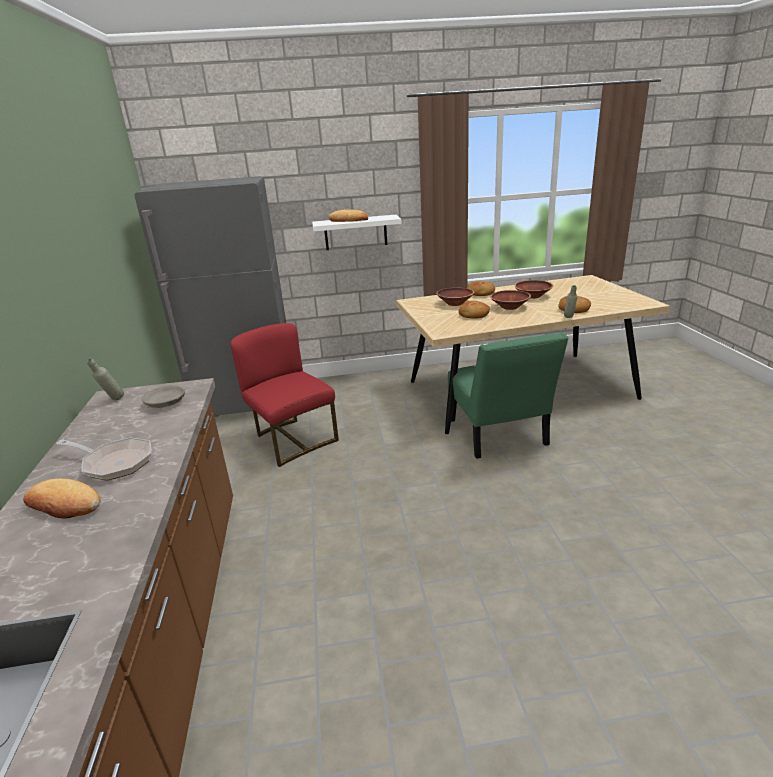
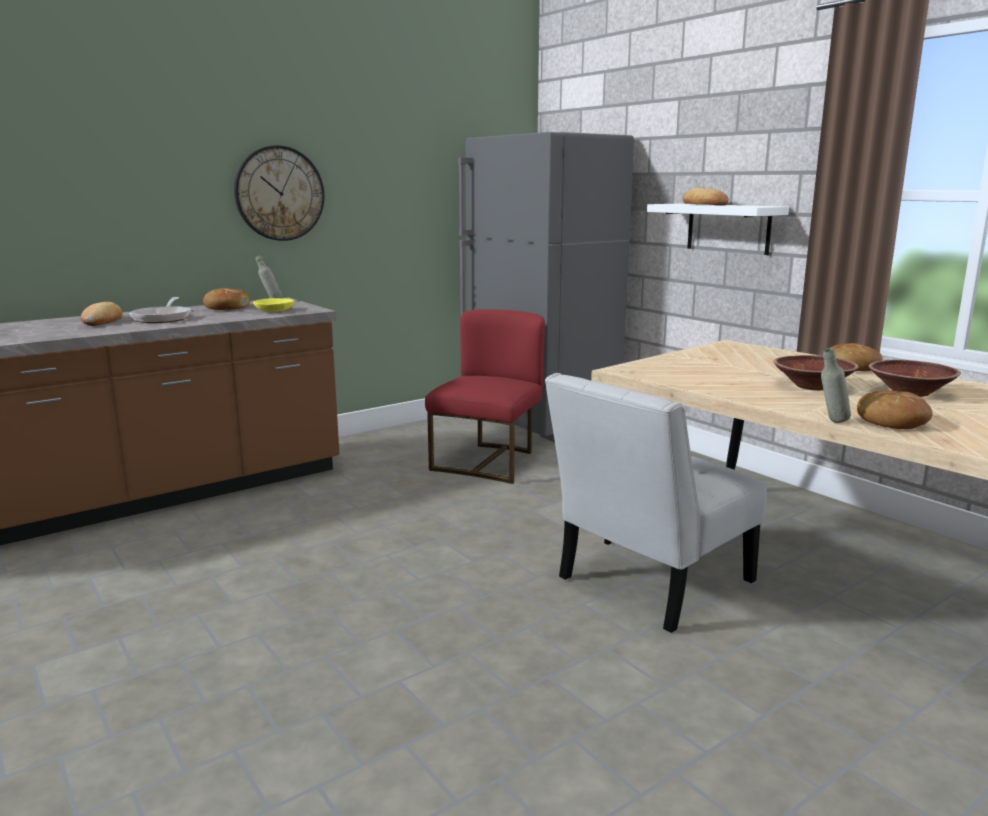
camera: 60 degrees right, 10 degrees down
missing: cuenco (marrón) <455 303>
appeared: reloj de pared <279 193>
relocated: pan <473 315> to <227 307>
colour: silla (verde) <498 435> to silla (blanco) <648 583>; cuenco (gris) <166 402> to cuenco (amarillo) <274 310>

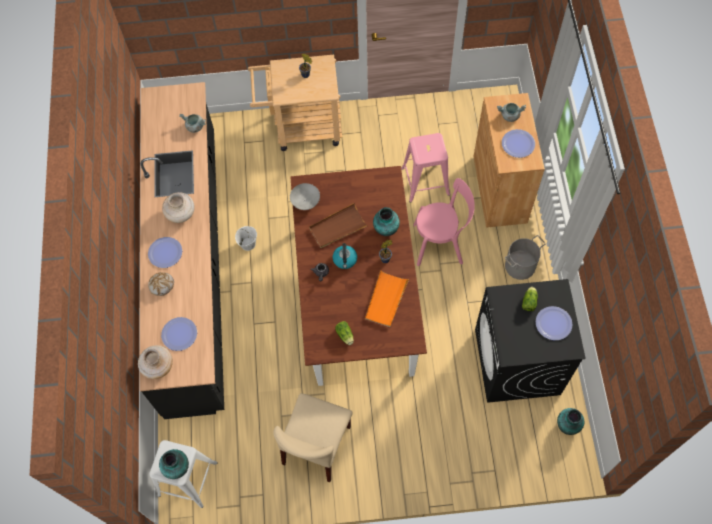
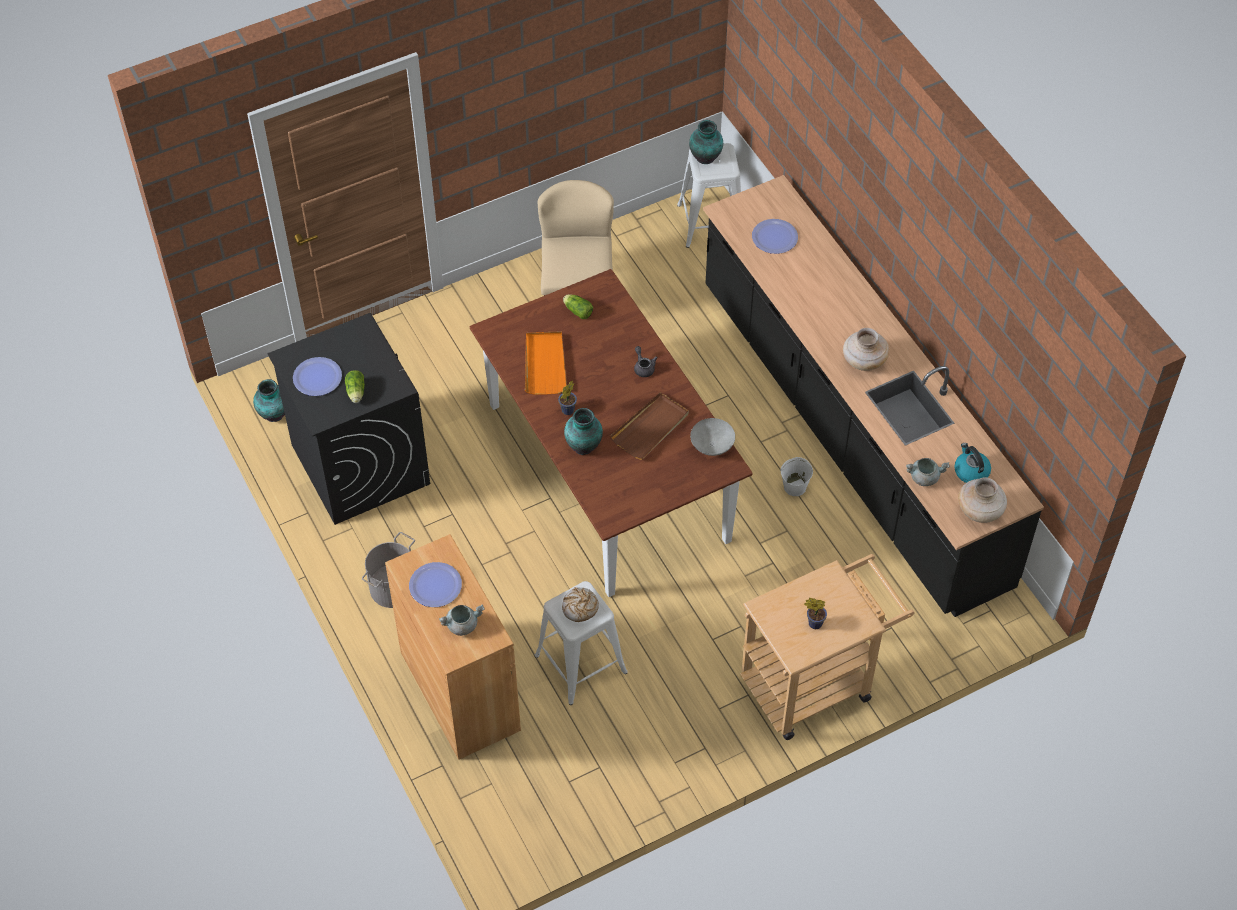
camera: 155 degrees right, 10 degrees down
missing: silla (rosa) <441 243>; plato <165 253>
relocated: hervidor <345 260> to <970 471>; pan <161 285> to <580 607>; florero (beis) <158 366> to <980 511>
colour: taburete (rosa) <425 181> to taburete (blanco) <580 663>

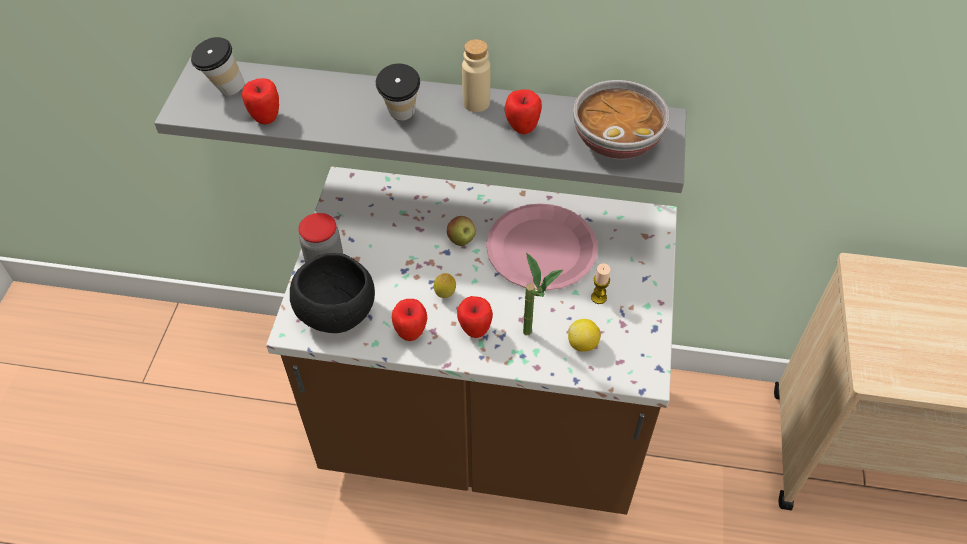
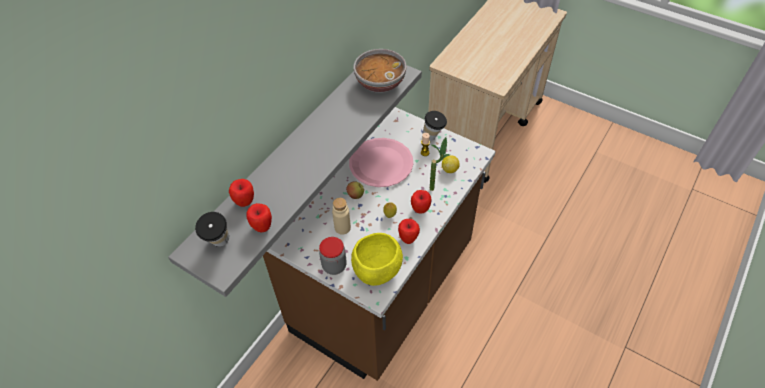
camera: 65 degrees left, 0 degrees up
relocated: botella (beis) <476 103> to <342 228>; taza <401 118> to <433 137>; manzana <522 129> to <245 202>
colour: cuenco (negro) <335 314> to cuenco (amarillo) <376 271>

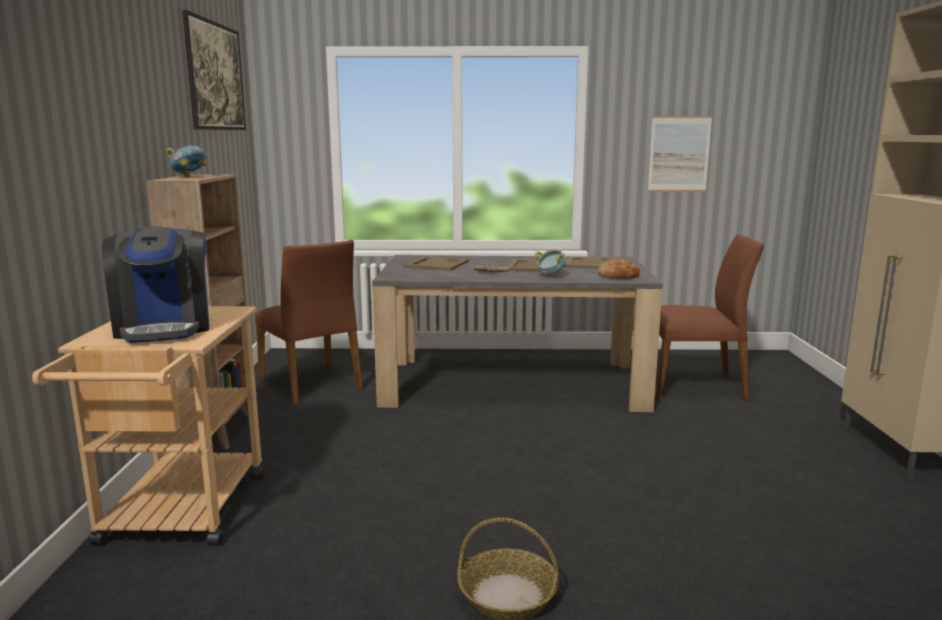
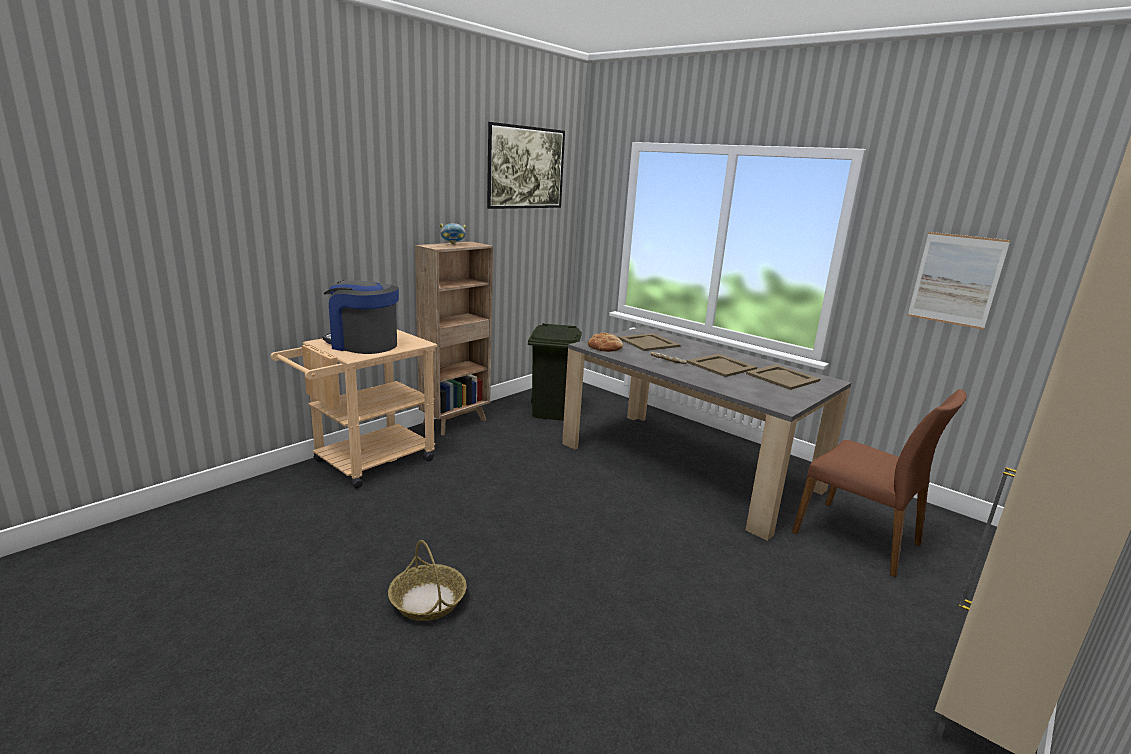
camera: 40 degrees right, 5 degrees up
missing: cuenco <550 276>
relocated: pan <618 275> to <605 347>
exchanged: silla (marrón) <312 384> to papelera (verde) <551 411>
spun: cafetera <164 328> = <363 344> 90 degrees clockwise

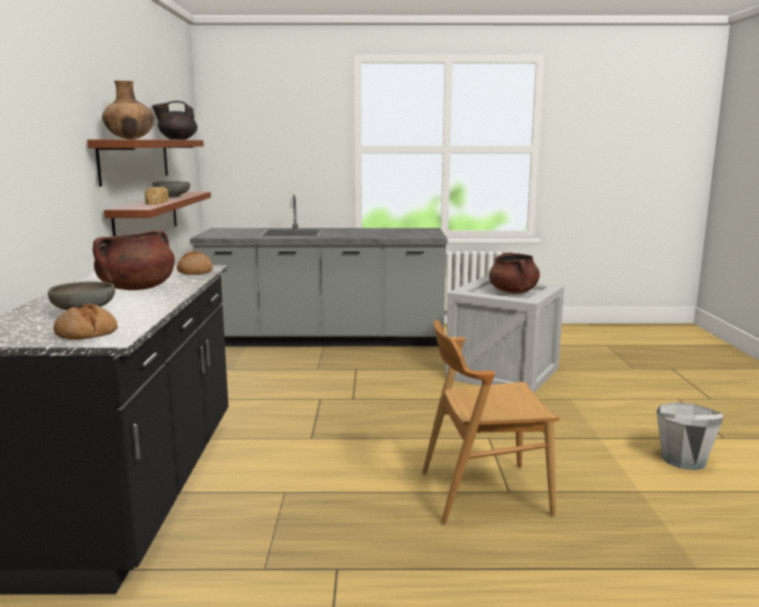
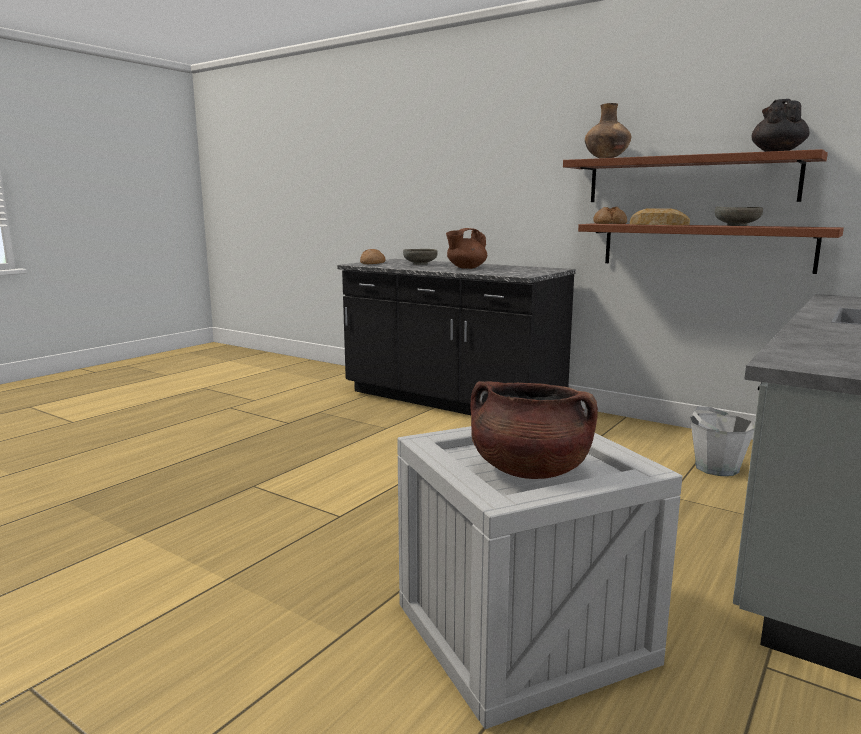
camera: 125 degrees right, 0 degrees up
missing: silla (marrón) <483 492>
relocated: pan <195 271> to <609 223>; cubo (gris) <684 460> to <716 468>
exchanged: olla (marrón) <137 288> to tetera (marrón) <466 268>

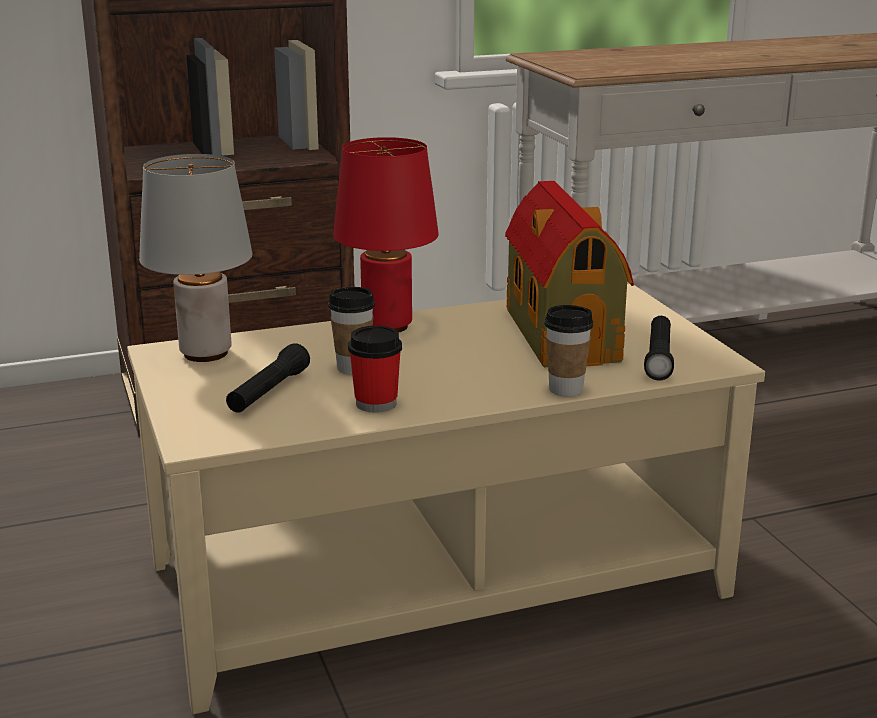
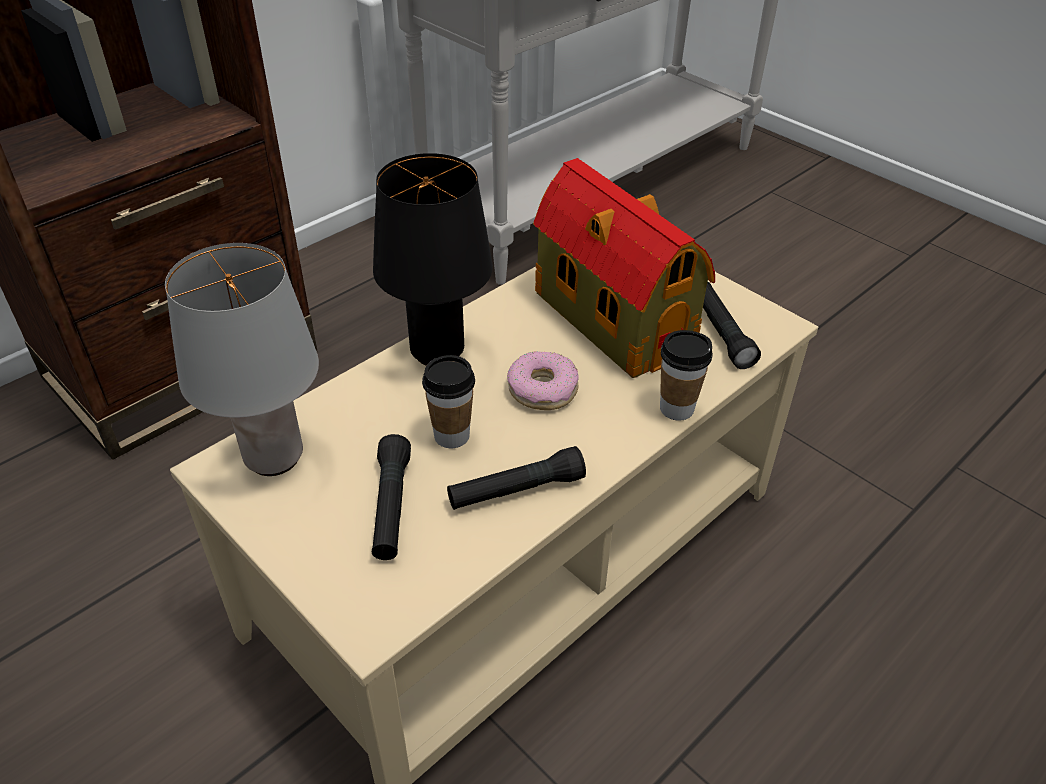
camera: 25 degrees left, 20 degrees up
appeared: rosquilla <543 389>
exchanged: taza <376 403> to linterna (negro) <516 490>
colour: lámpara de mesa (rojo) <388 326> to lámpara de mesa (negro) <439 352>

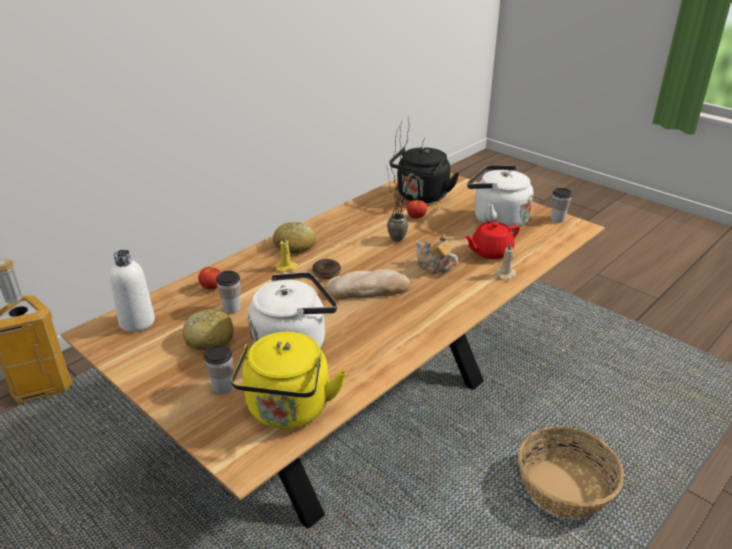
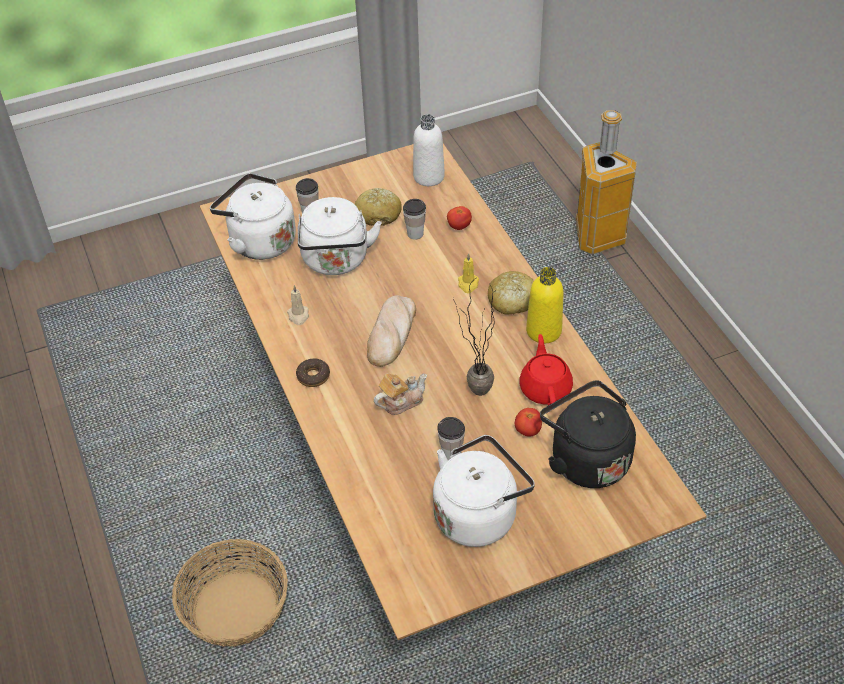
camera: 115 degrees right, 15 degrees up
appeared: botella (amarillo) <543 331>
relocated: taza <557 219> to <451 454>; tetera (rojo) <490 252> to <545 388>; vela (beis) <506 274> to <298 316>; rosquilla <326 273> to <313 376>
colour: hervidor (amarillo) <288 411> to hervidor (blanco) <259 241>

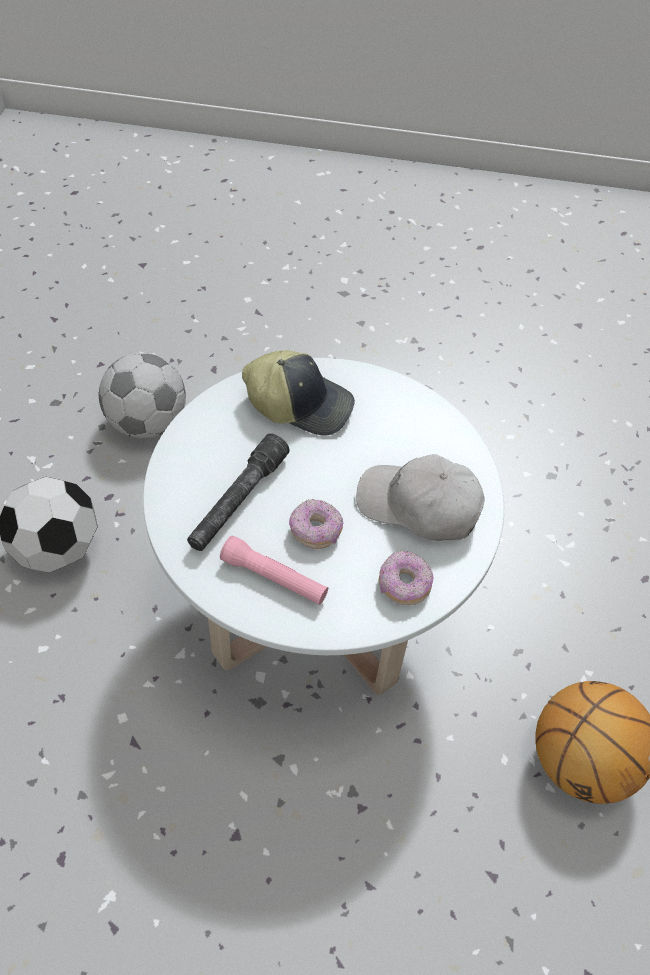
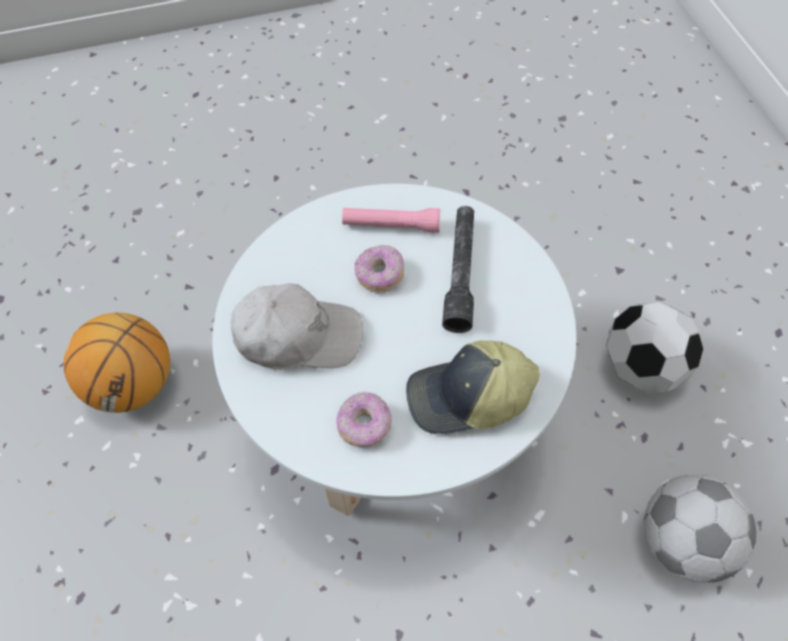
camera: 160 degrees right, 5 degrees up
relocated: rosquilla <404 585> to <364 425>

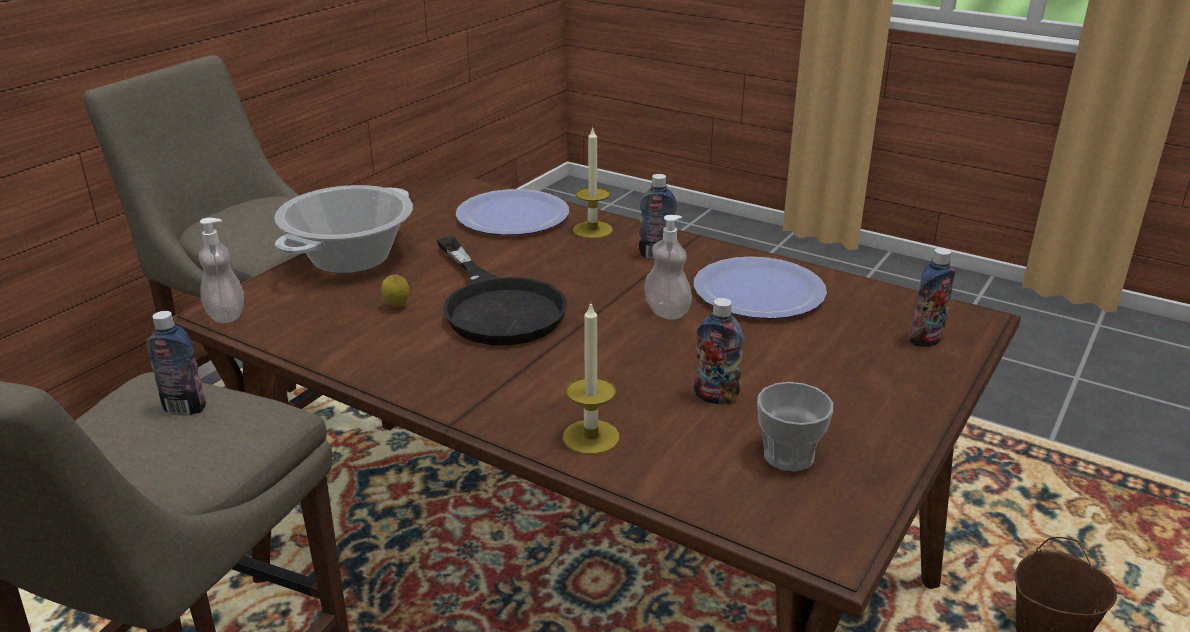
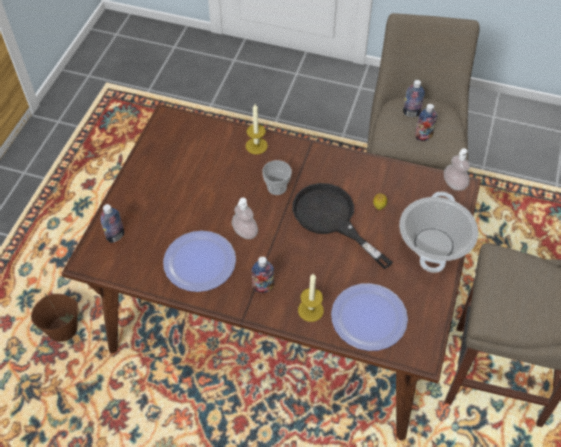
camera: 165 degrees right, 25 degrees up
relocated: botella <715 397> to <411 113>; taza <788 456> to <277 187>

